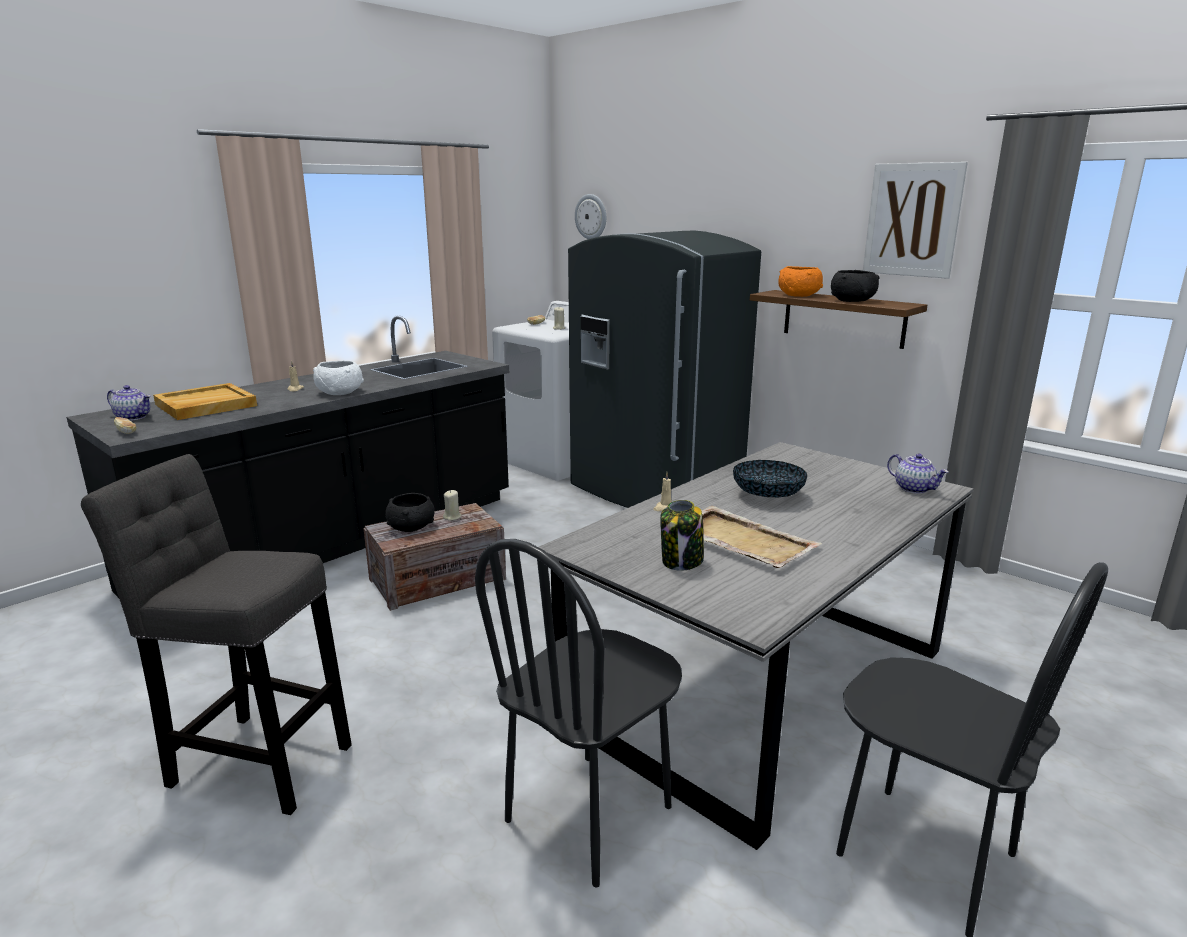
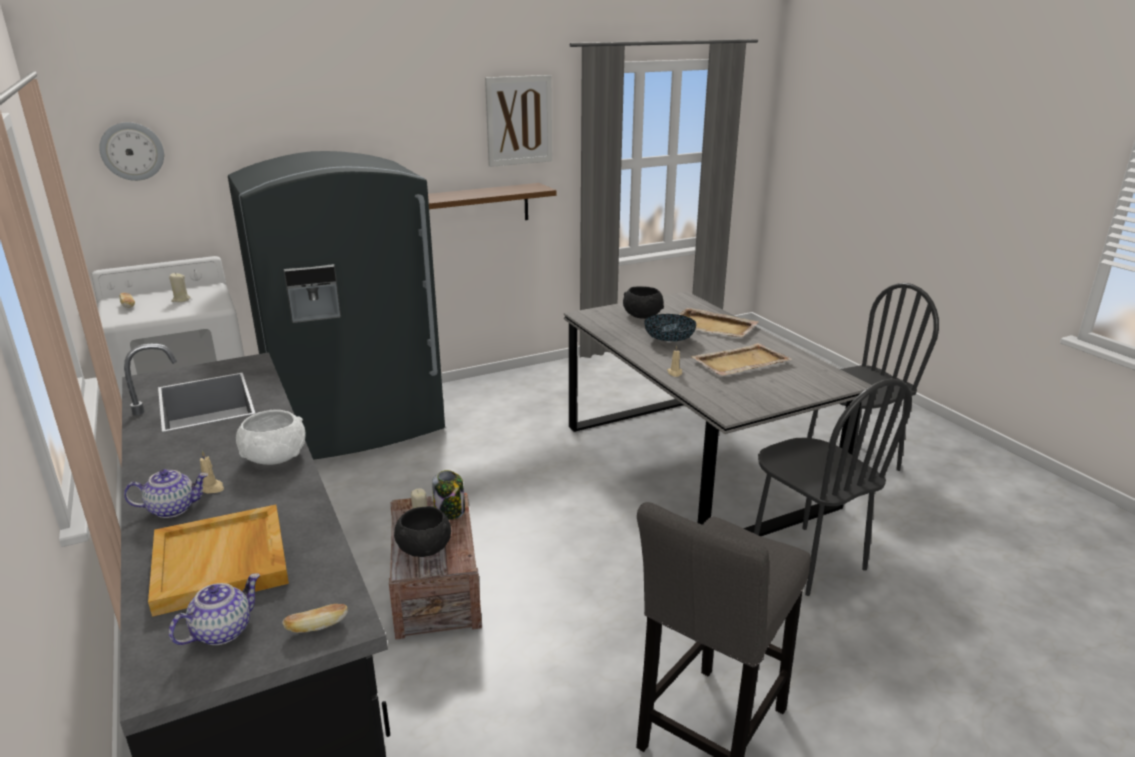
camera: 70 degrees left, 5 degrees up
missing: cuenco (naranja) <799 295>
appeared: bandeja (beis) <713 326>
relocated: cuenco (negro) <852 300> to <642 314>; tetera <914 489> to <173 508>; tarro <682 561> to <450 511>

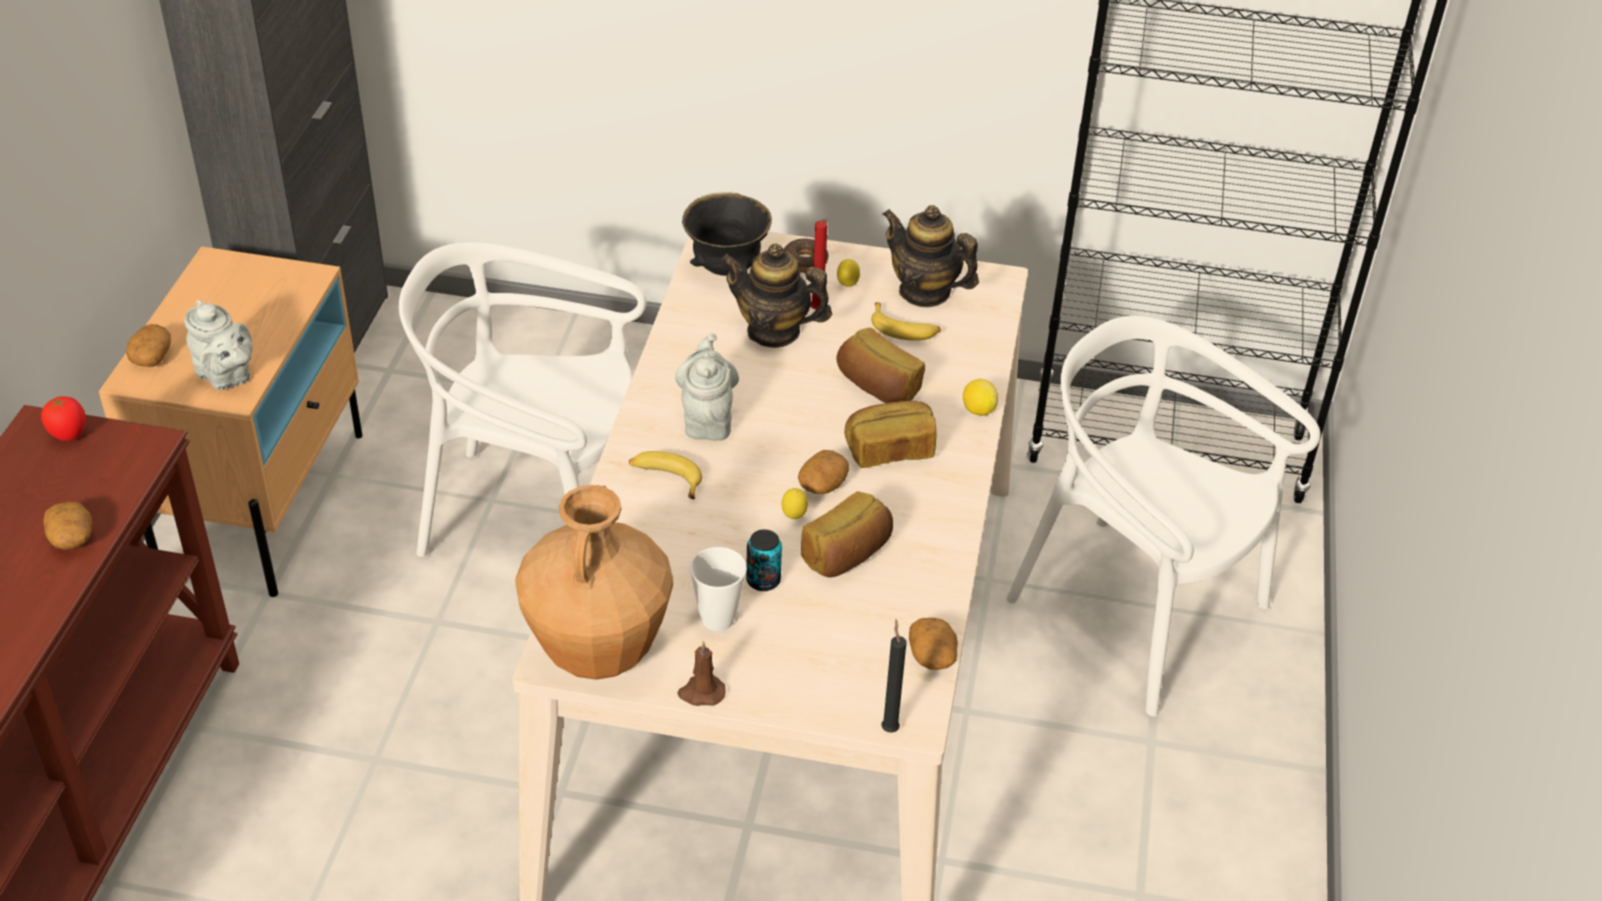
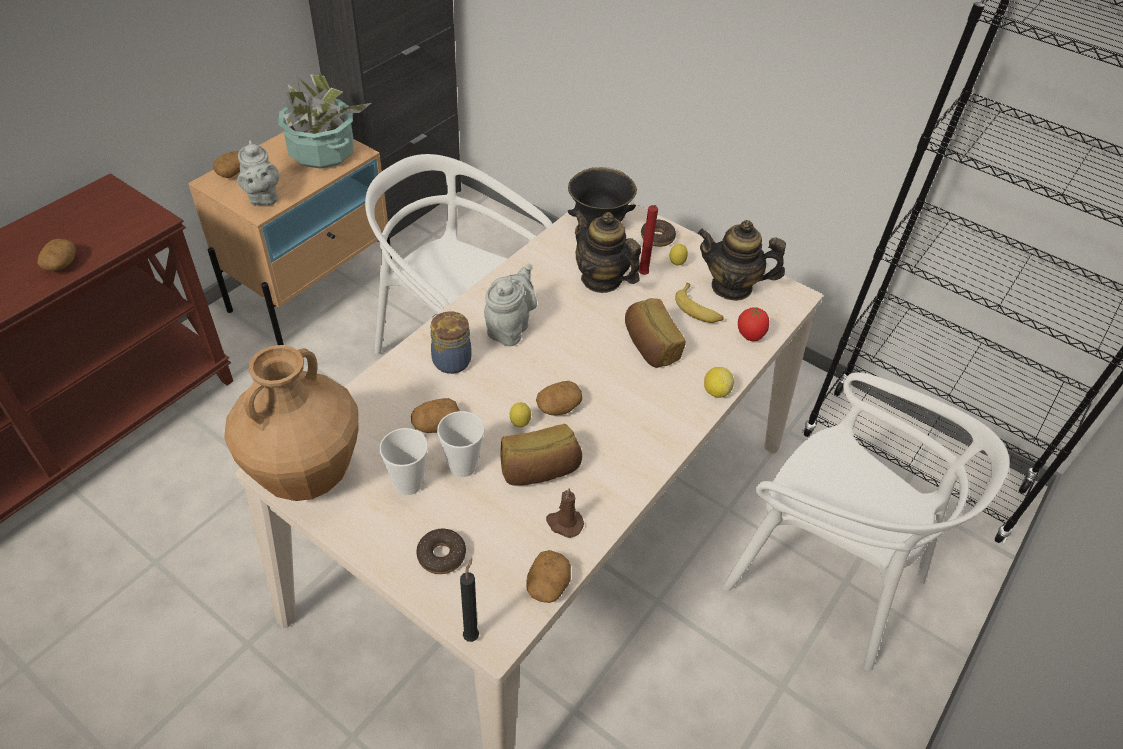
camera: 25 degrees right, 5 degrees up
missing: pan <890 450>
appeared: planta en maceta <322 152>; patata <436 424>; rosquilla <441 555>
relocated: tomate <69 435> to <750 336>; vela (marrón) <701 693> to <564 523>
exchanged: plátano <665 478> to tarro <450 360>; lata <763 580> to taza <463 466>
spun: tetera <925 292> = <732 287> 45 degrees counterclockwise; silla (blanco) <1135 611> = <824 576> 150 degrees clockwise

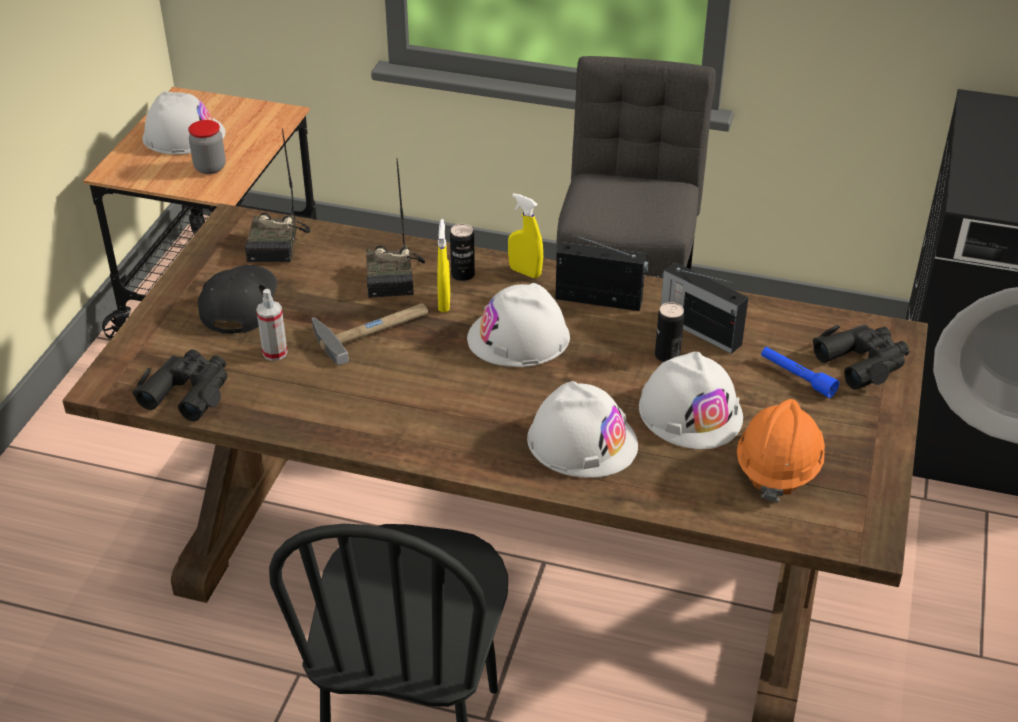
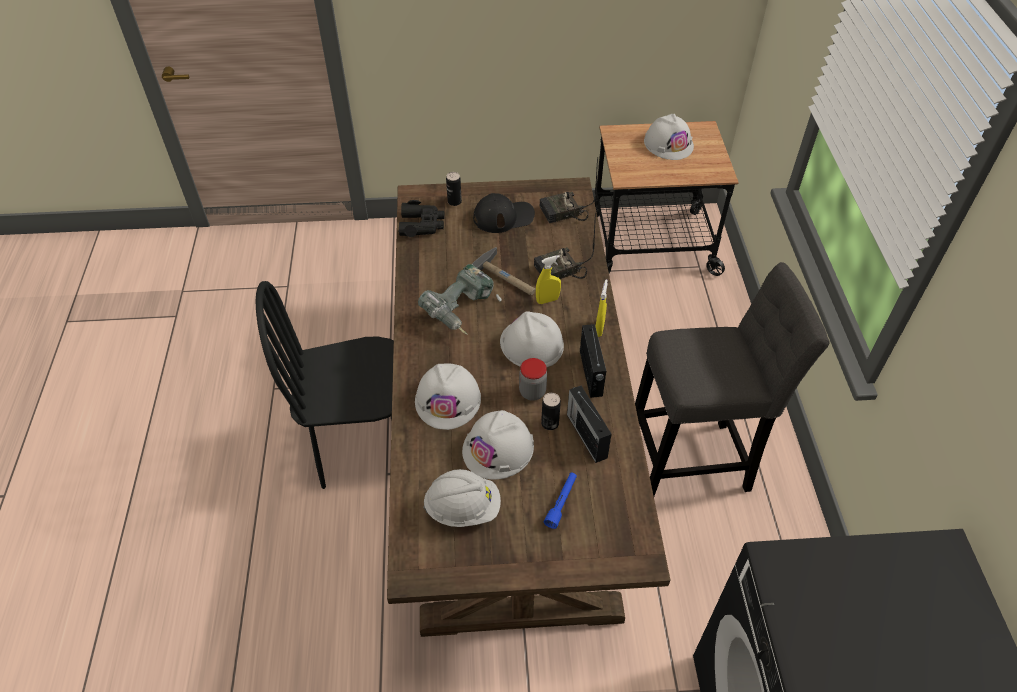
camera: 70 degrees right, 10 degrees up
missing: pulverizador <275 353>; prismáticos (negro) <862 361>
appeared: taladro <462 311>
relocated: tarro <210 167> to <532 392>; lata <463 275> to <454 201>
colour: casco (naranja) <778 467> to casco (blanco) <463 508>
spun: radio <699 330> = <586 435> 45 degrees counterclockwise

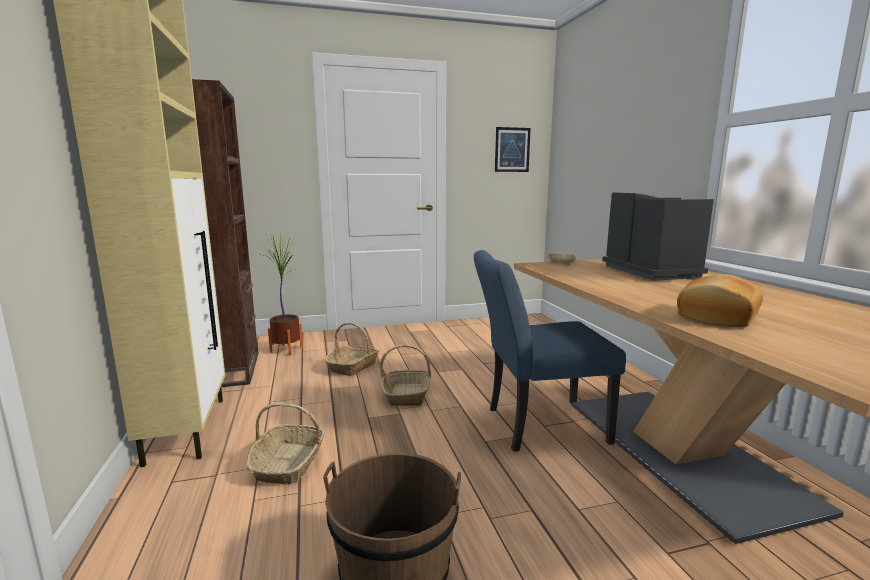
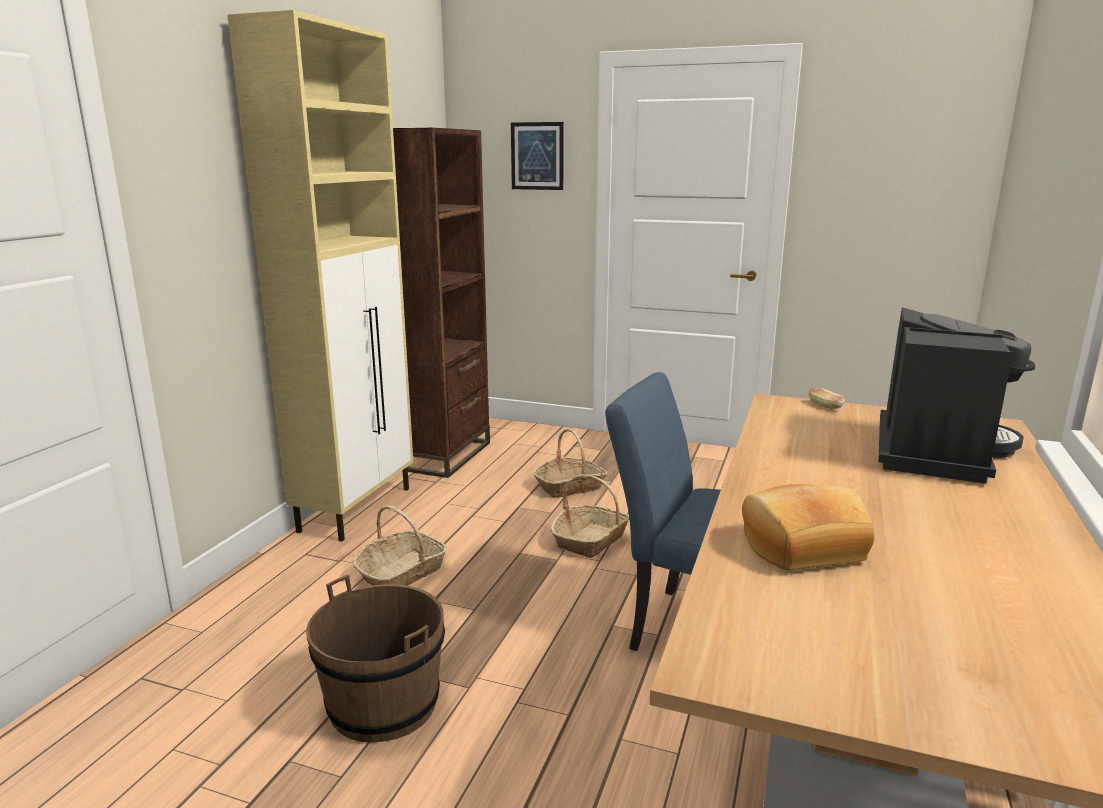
camera: 35 degrees right, 5 degrees up
missing: planta en maceta <286 350>
relocated: cuadro <512 149> to <537 156>

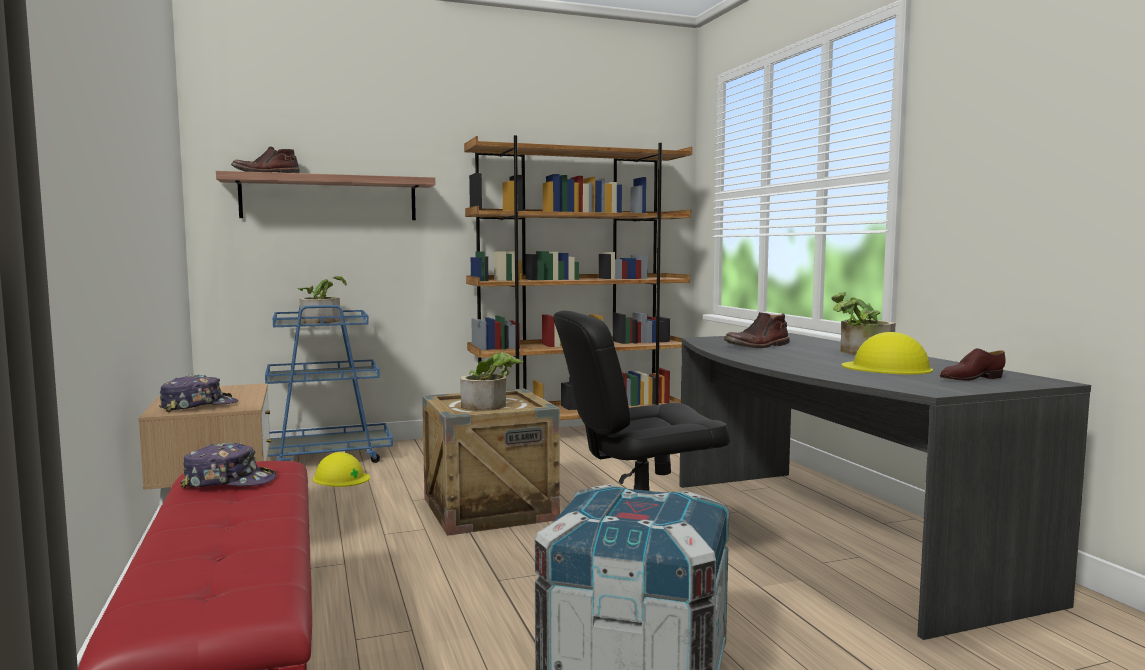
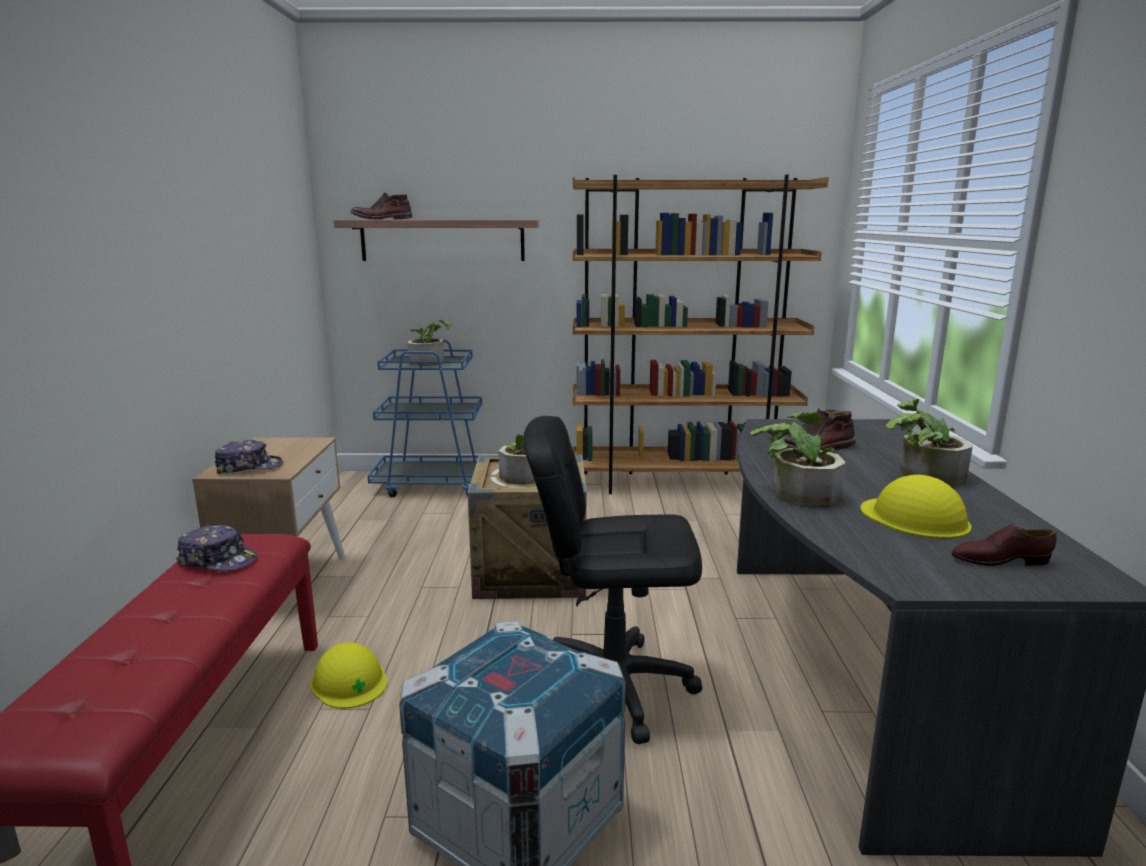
camera: 20 degrees right, 10 degrees up
appeared: planta en maceta <796 493>
relocated: casco (amarillo) <341 478> to <349 681>

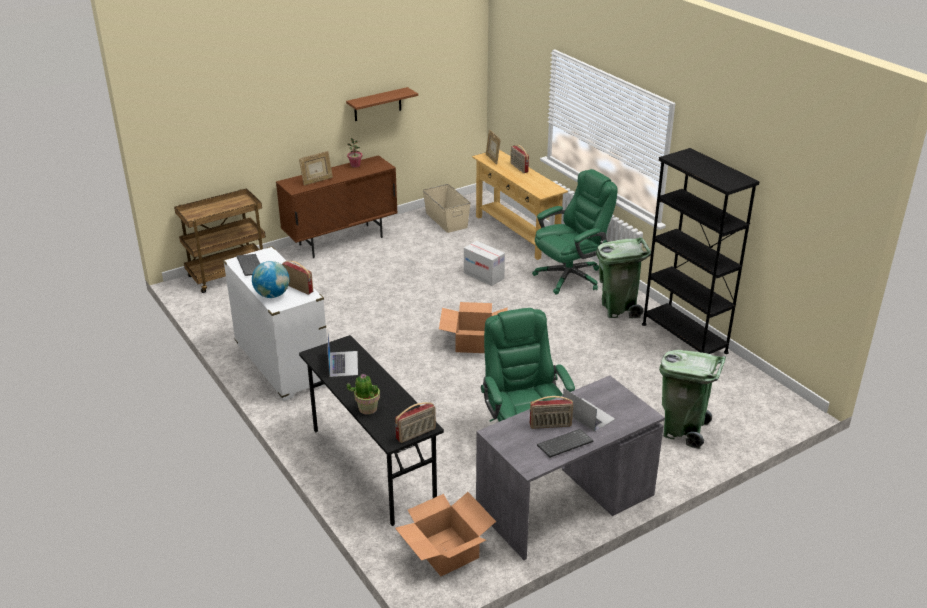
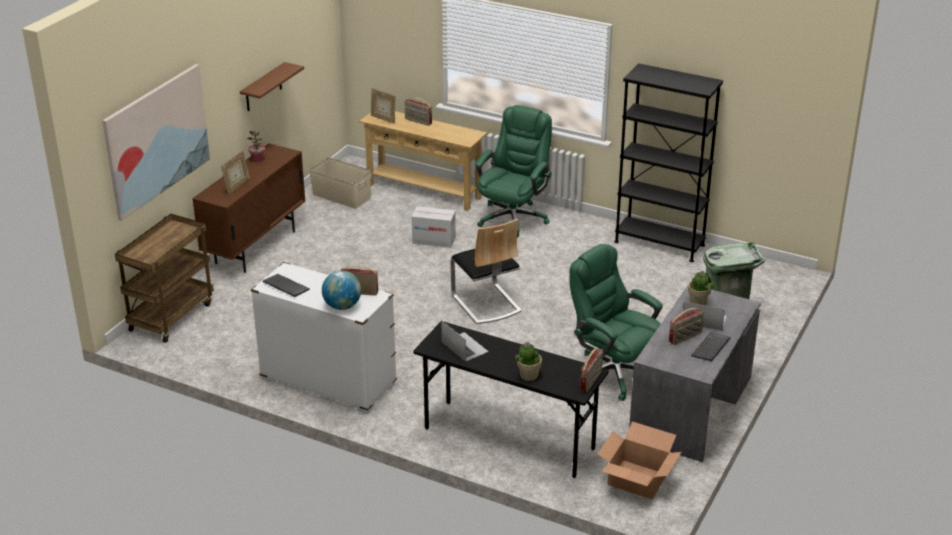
camera: 30 degrees left, 0 degrees up
missing: papelera (verde) <618 309>
appeared: cuadro <157 140>; planta en maceta <698 302>
exchanged: caja de cartón <473 341> to silla <486 303>

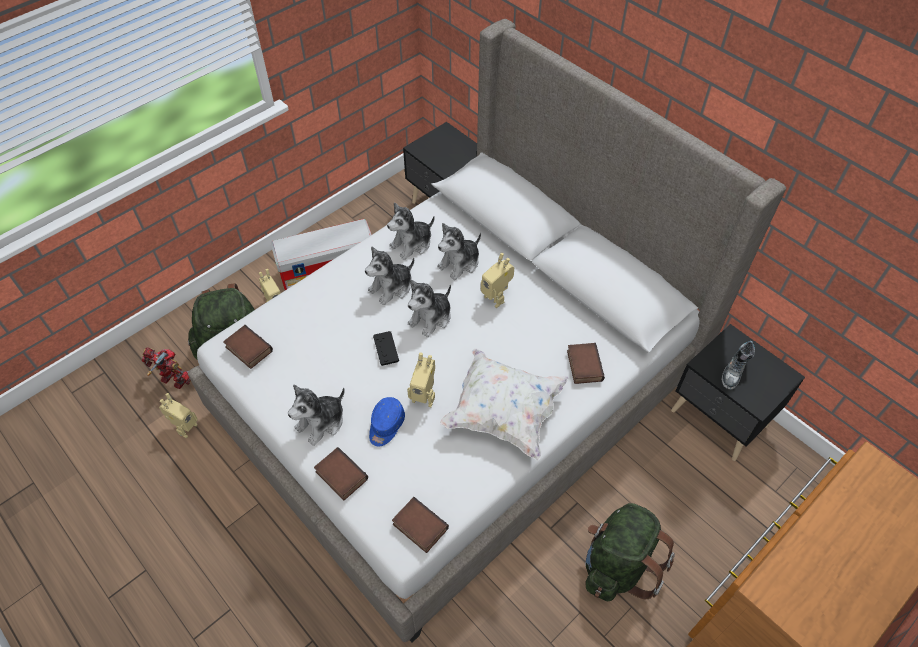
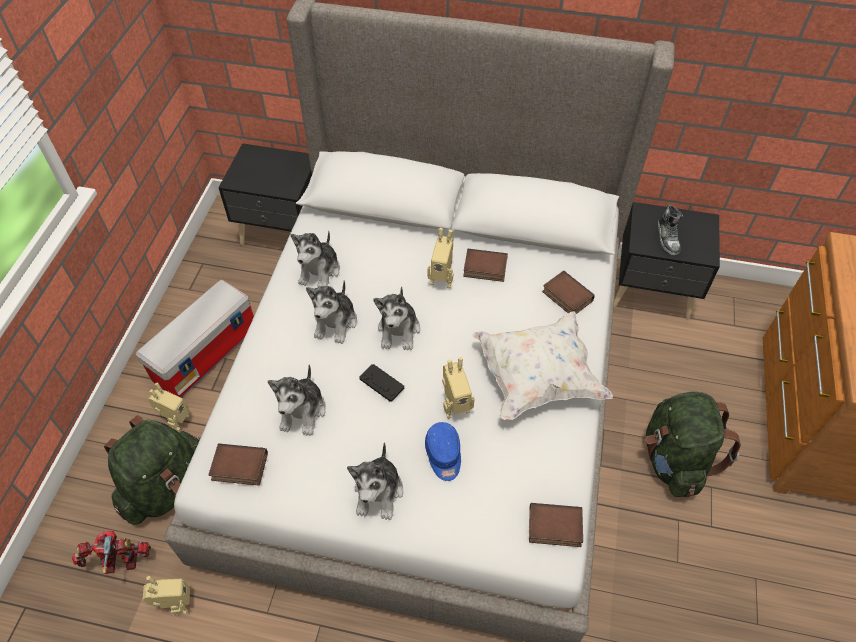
camera: 35 degrees left, 0 degrees up
relocated: peluche <460 263> to <303 411>; libro <340 476> to <484 269>

